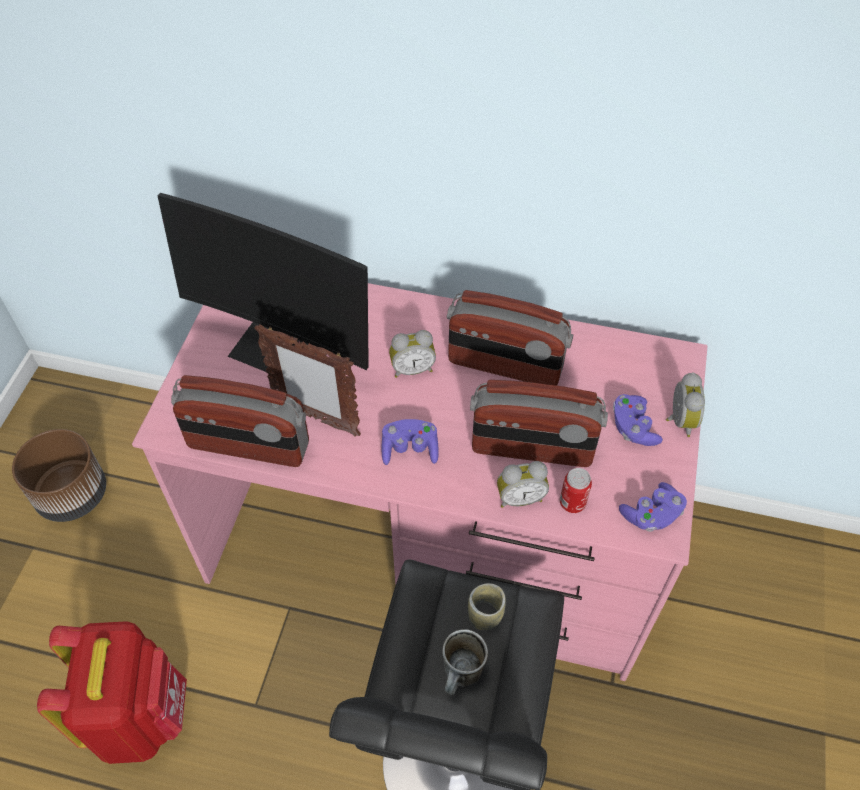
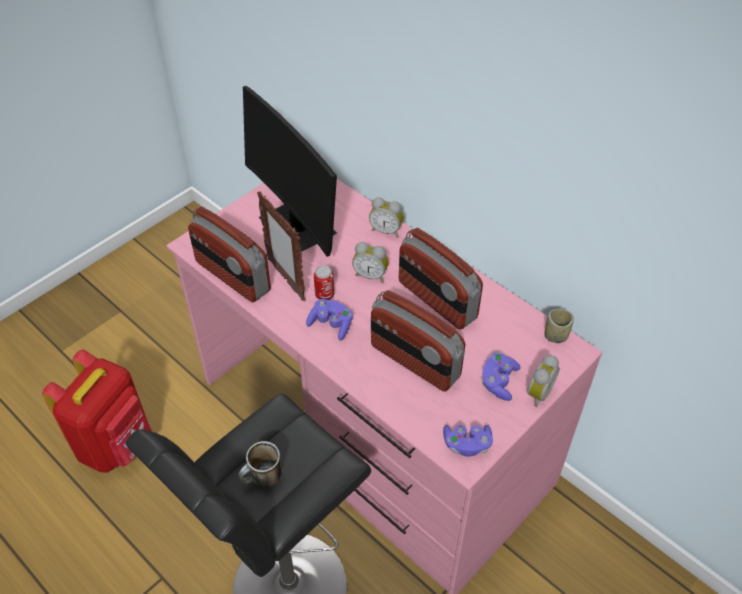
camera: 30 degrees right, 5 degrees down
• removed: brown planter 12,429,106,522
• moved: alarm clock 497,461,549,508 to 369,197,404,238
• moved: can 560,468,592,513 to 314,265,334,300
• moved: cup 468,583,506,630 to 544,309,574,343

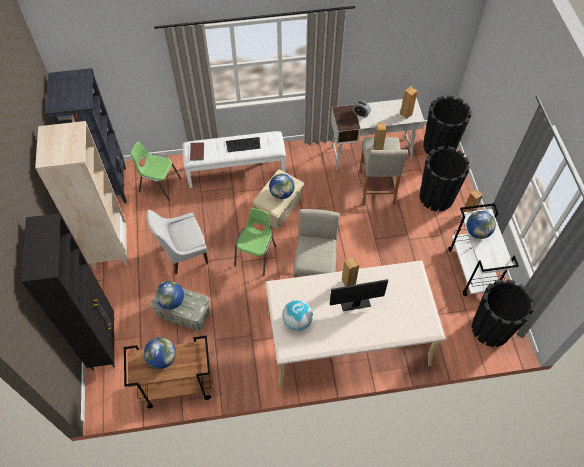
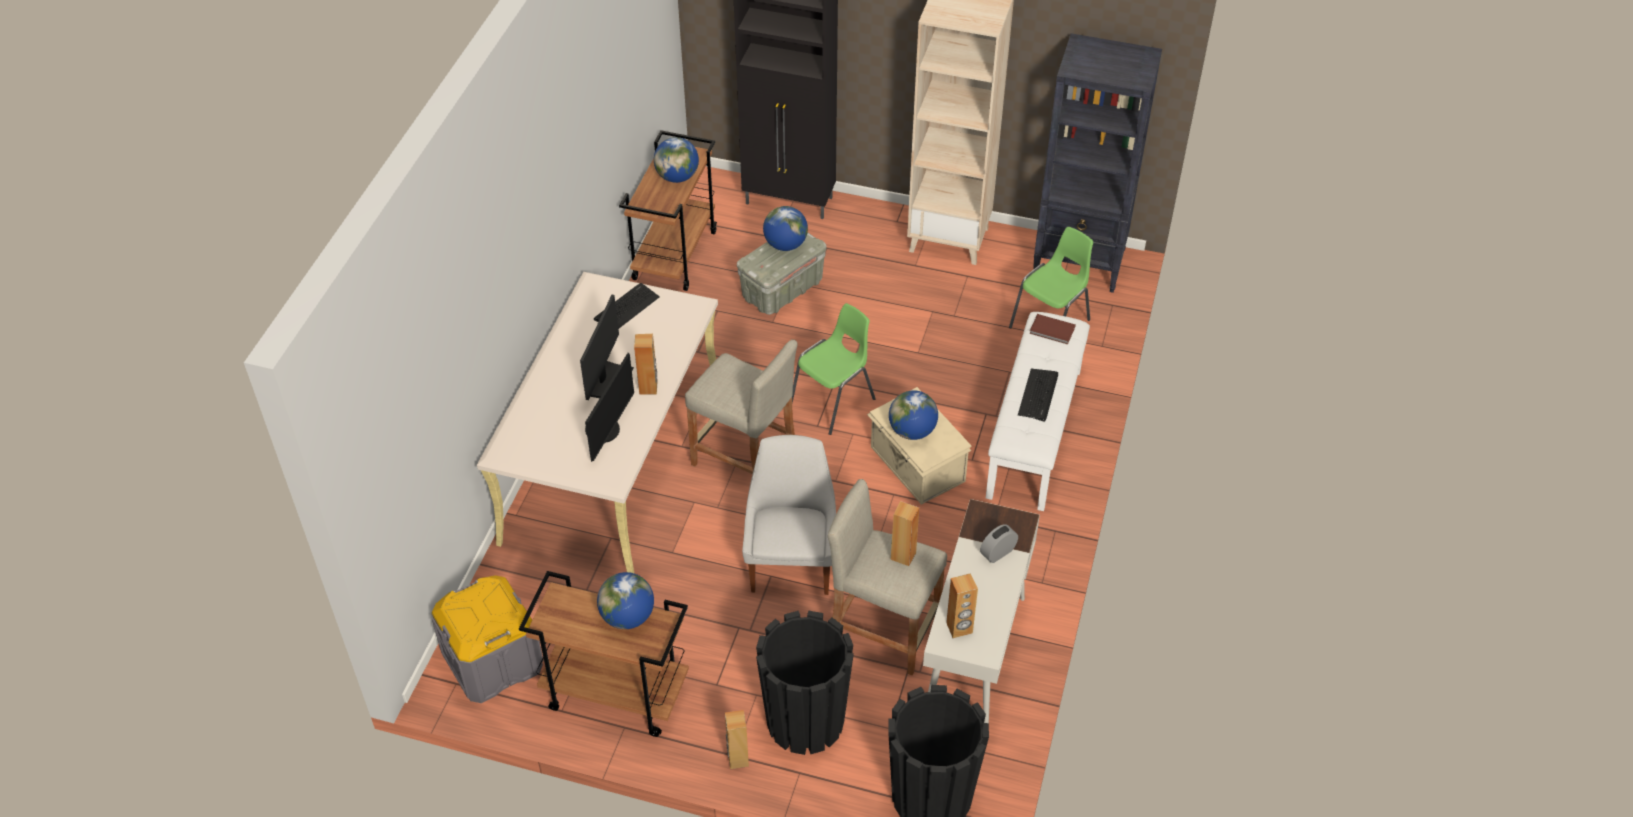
camera: 115 degrees right, 10 degrees down
• recoloured: white cart 448,203,519,296 to brown cart 519,571,689,737
• turned: green chair 234,208,276,276 = 792,303,876,435 90 degrees counterclockwise
• moved: white chair 146,210,208,275 to 742,435,836,595
• replaced: black planter 472,279,534,347 to grey storage box 432,575,543,703
• replaced: globe 282,300,313,331 to keyboard 593,283,660,329
• added: monitor 585,353,634,462

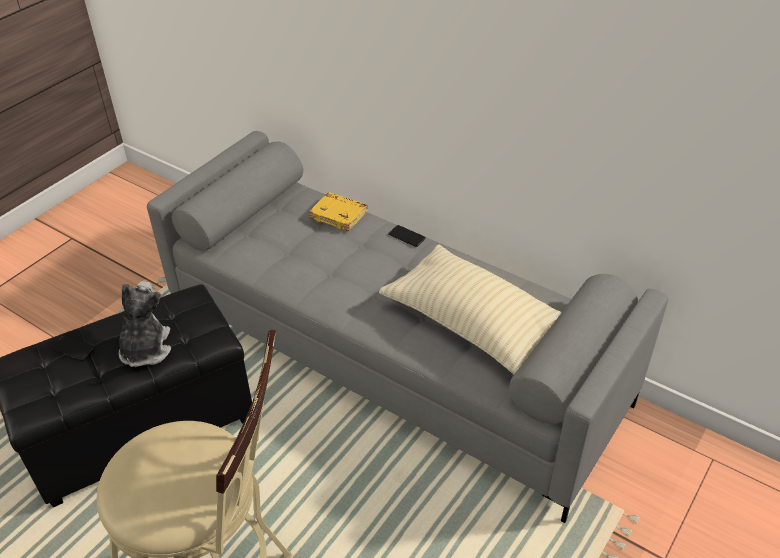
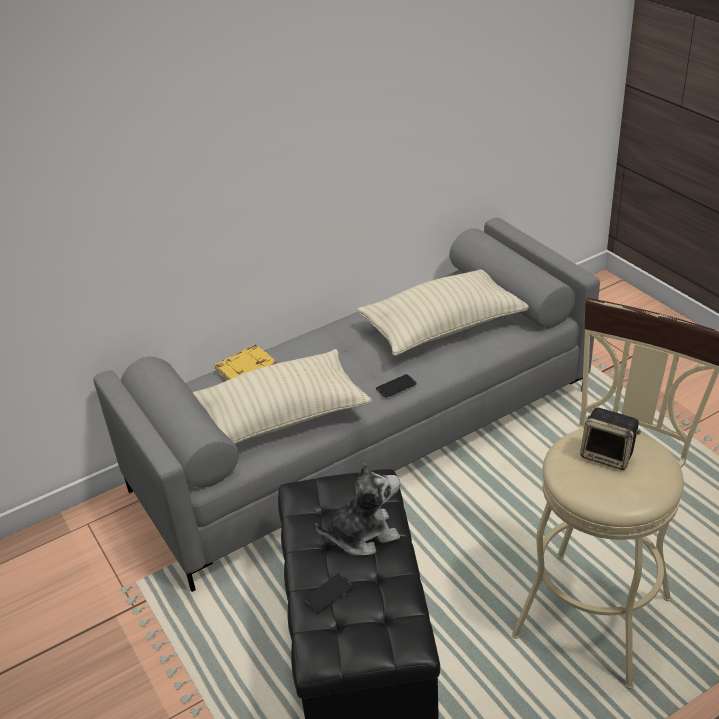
camera: 65 degrees left, 5 degrees down
• moved: phone 388,225,426,247 to 376,374,417,398
• turned: plush toy 119,281,171,367 = 315,462,400,556 135 degrees clockwise
• added: beige pillow 193,349,372,444
• added: speaker 580,407,641,470

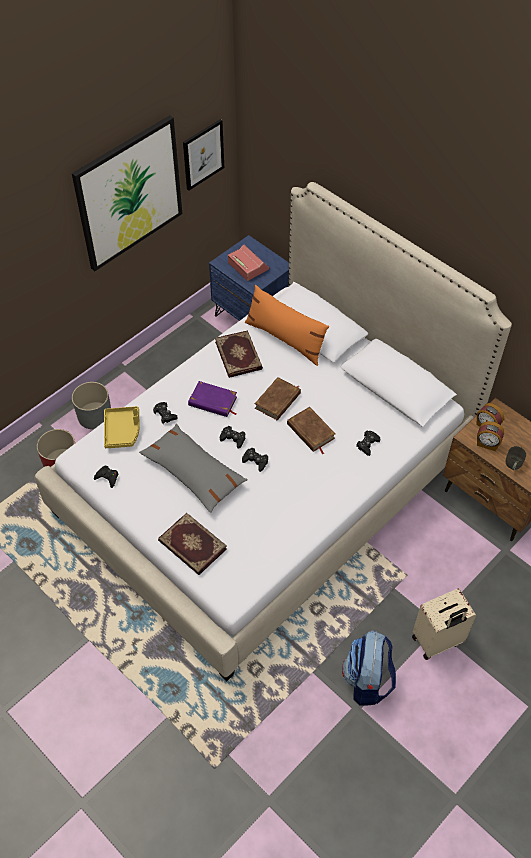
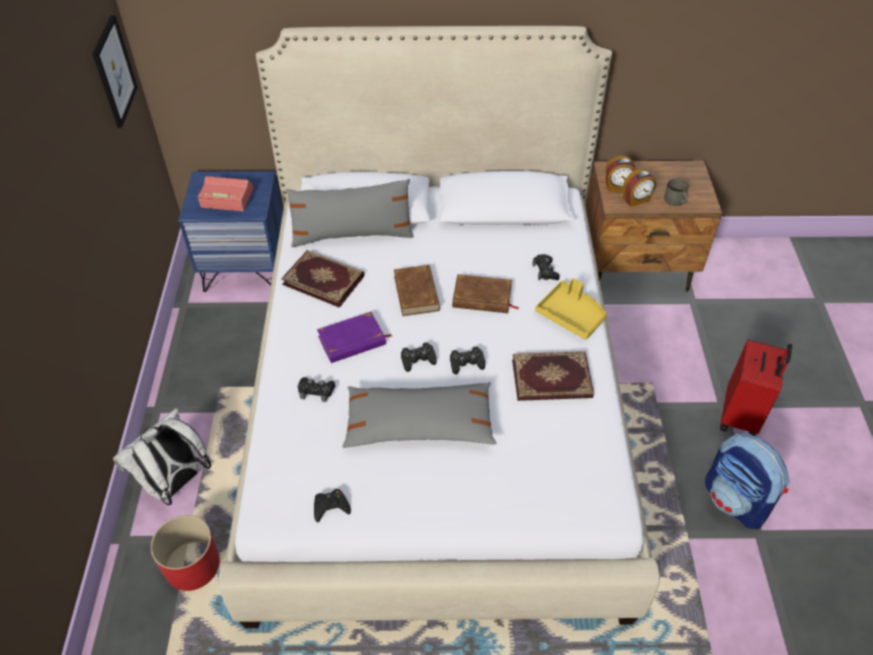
camera: 45 degrees left, 5 degrees down
• removed: picture 72,115,182,271
• recoloured: orange pillow 245,285,329,366 to grey pillow 286,179,414,247
• replaced: grey planter 72,382,111,429 to white backpack 113,408,211,505
• moved: yellow tray 104,406,140,448 to 535,278,607,340
• moved: book 158,513,227,575 to 512,351,594,401
• recoloured: beige suitcase 412,588,476,660 to red suitcase 720,340,792,436

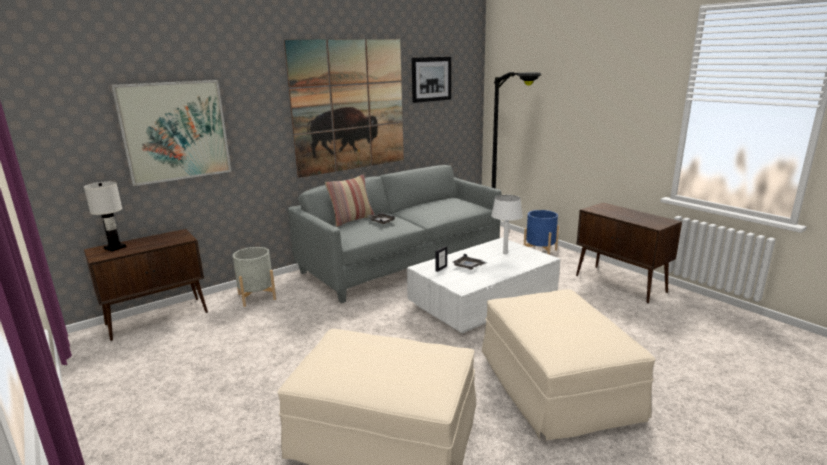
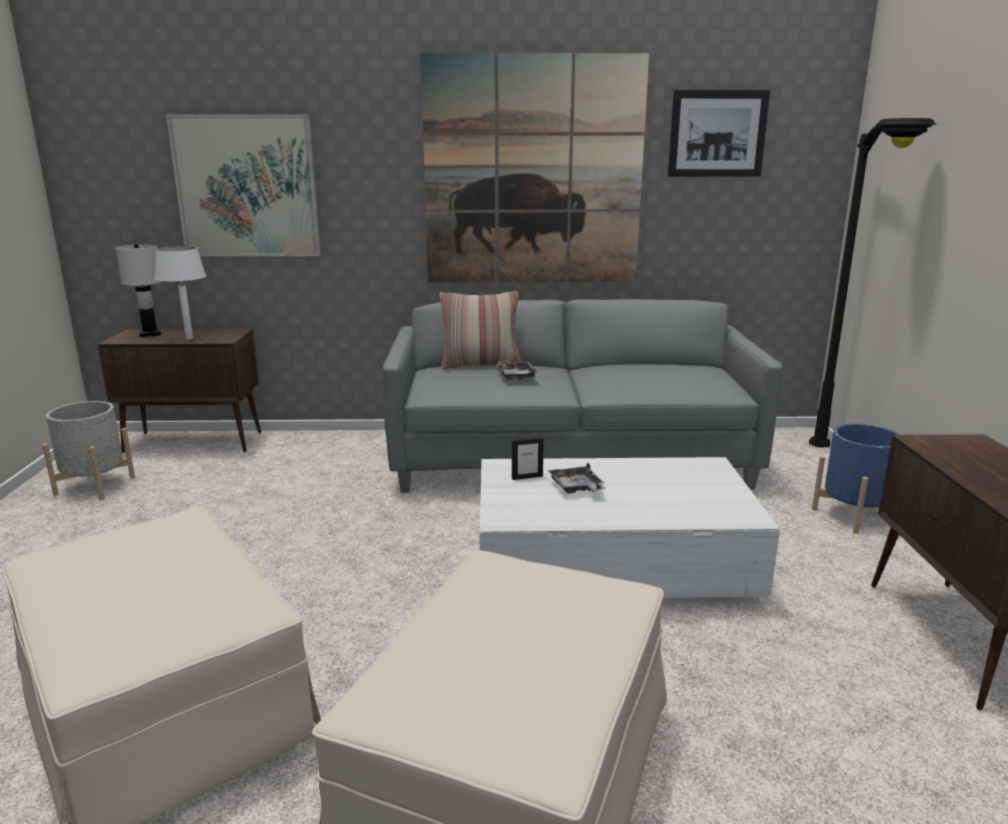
camera: 35 degrees right, 0 degrees up
• moved: white table lamp 491,195,523,254 to 155,246,206,340
• moved: grey planter 233,247,276,307 to 42,401,135,499

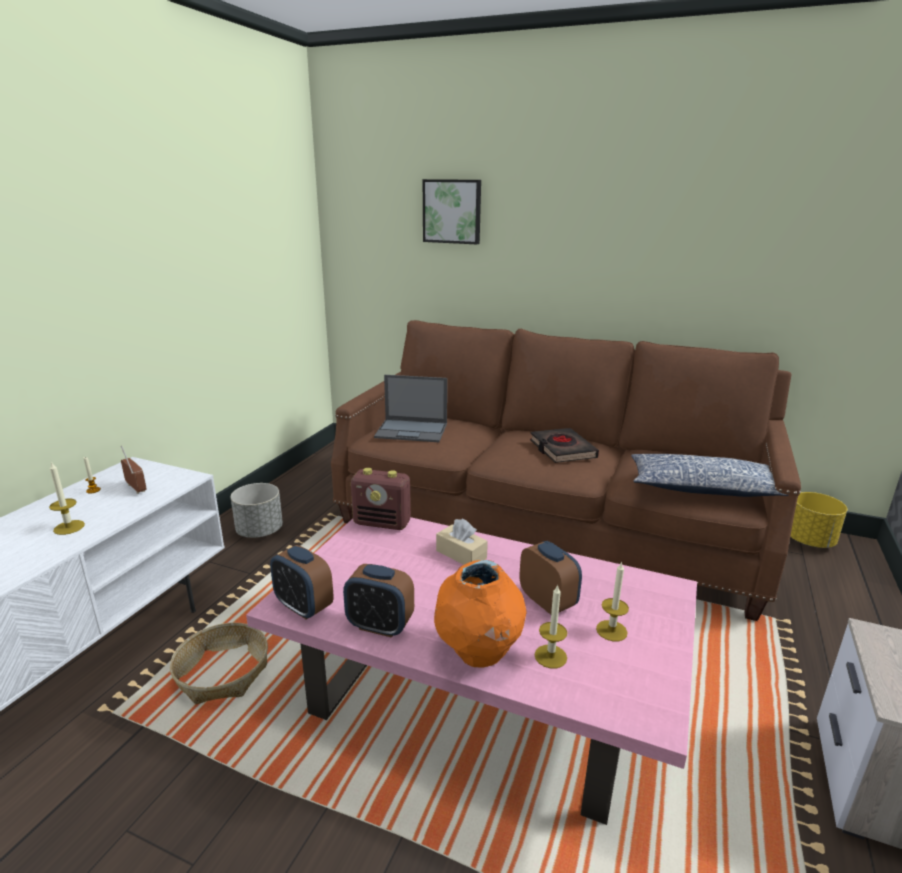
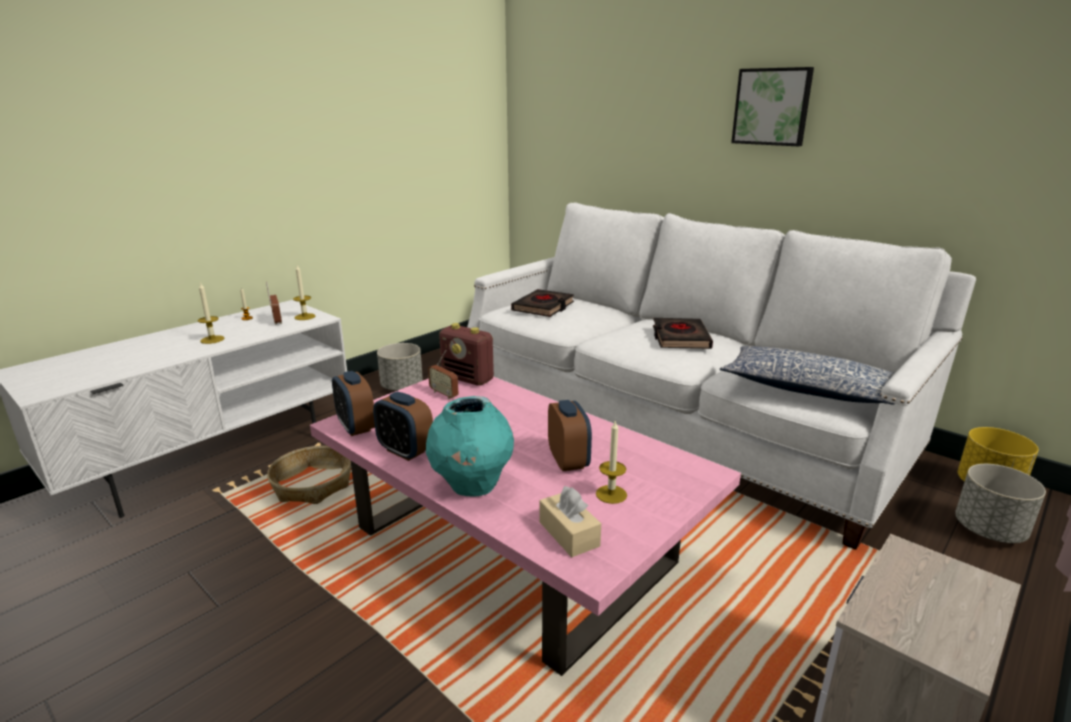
camera: 20 degrees right, 0 degrees up
• moved: picture 423,179,481,244 to 731,67,814,146
• recoloured: brown sofa 331,320,801,621 to white sofa 467,202,976,550
• replaced: laptop 374,375,447,442 to black book 511,289,574,317
• moved: beige tissue box 436,519,488,565 to 540,486,601,557
• recoloured: orange vase 434,560,527,668 to turquoise vase 426,396,514,497
• moved: candle 535,584,567,668 to 293,265,315,320
• added: radio 428,350,459,400
• added: grey planter 955,464,1046,543

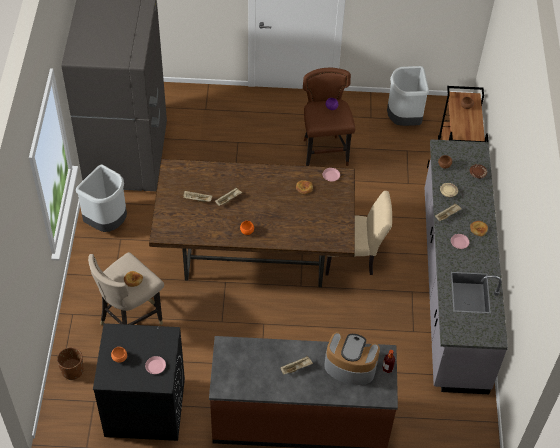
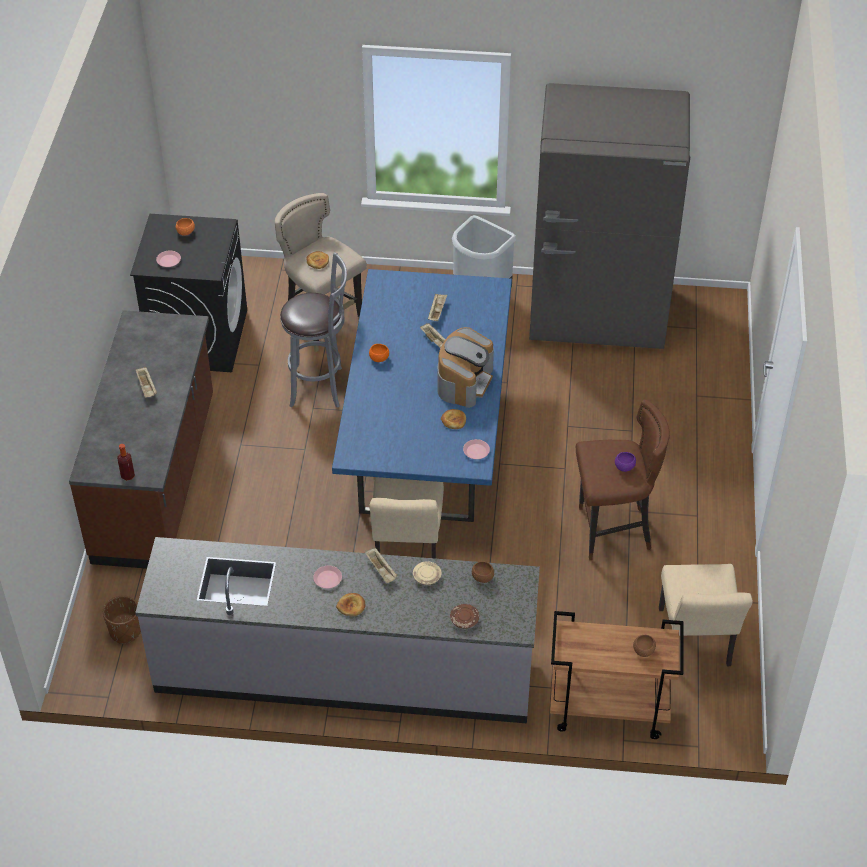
camera: 95 degrees right, 5 degrees down
• replaced: grey trash can 387,66,429,126 to beige chair 659,564,753,667
• recoloured: brown dining table 149,159,355,287 to blue dining table 332,269,512,522
• moved: coffee machine 324,332,380,385 to 437,327,494,408
• moved: brown planter 57,347,84,380 to 103,595,141,644
• added: grey stool 280,252,347,408

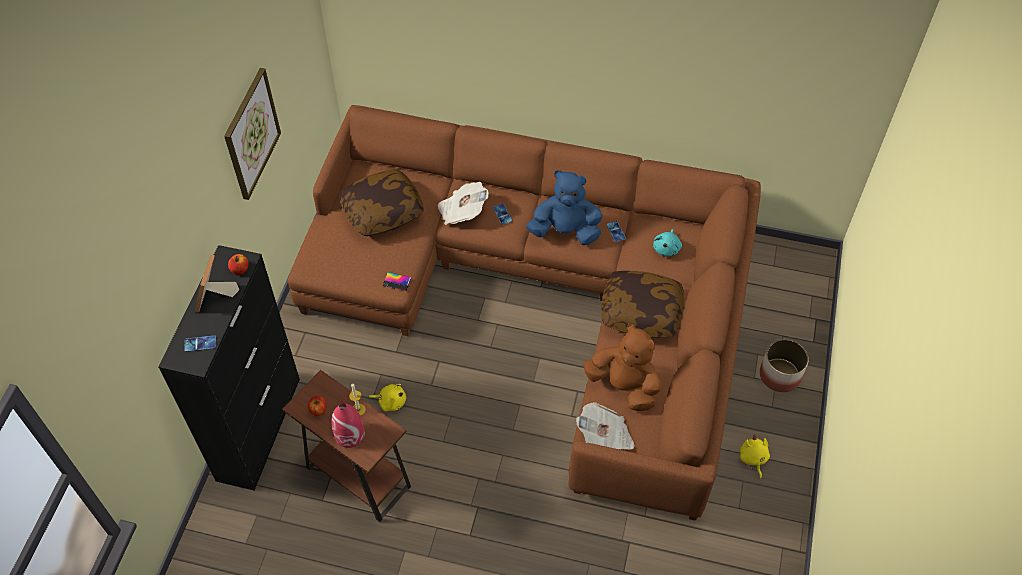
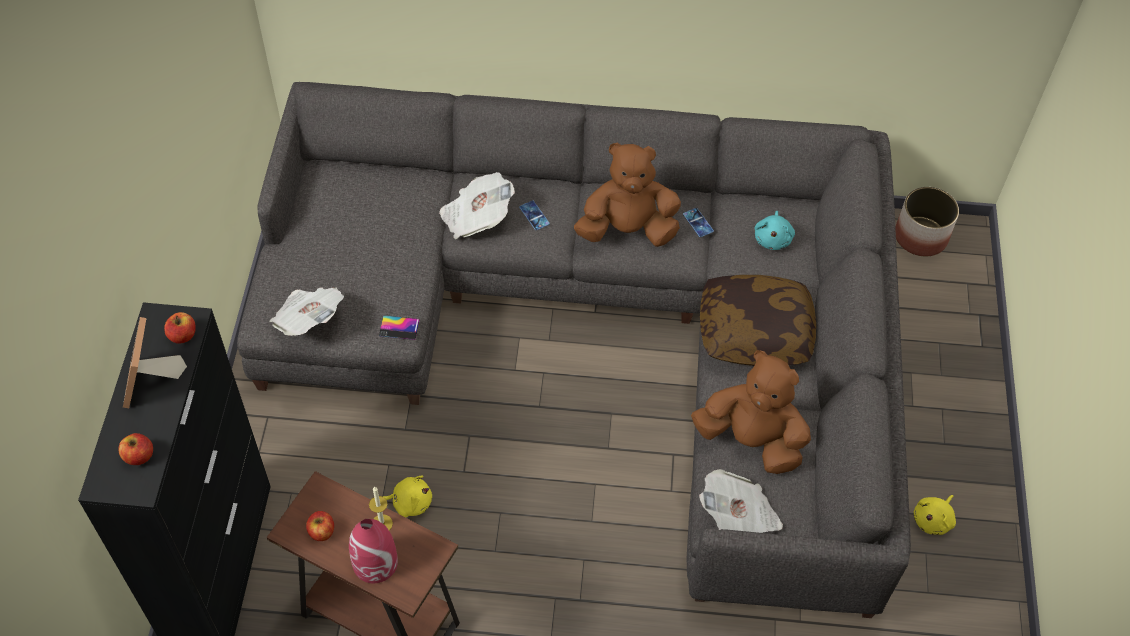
camera: 10 degrees left, 0 degrees up
• removed: picture 224,68,281,200
• recoloured: brown sofa 288,105,761,521 to grey sofa 237,82,911,618
• removed: pillow 339,169,424,236
• recoloured: blue plush toy 526,170,603,245 to brown plush toy 574,142,681,247
• replaced: phone 184,335,216,352 to apple 119,433,153,465
• moved: planter 760,339,809,392 to 895,187,959,256
• turned: yellow plush toy 740,434,770,479 = 914,495,956,535 120 degrees counterclockwise
• added: newspaper 269,287,344,336

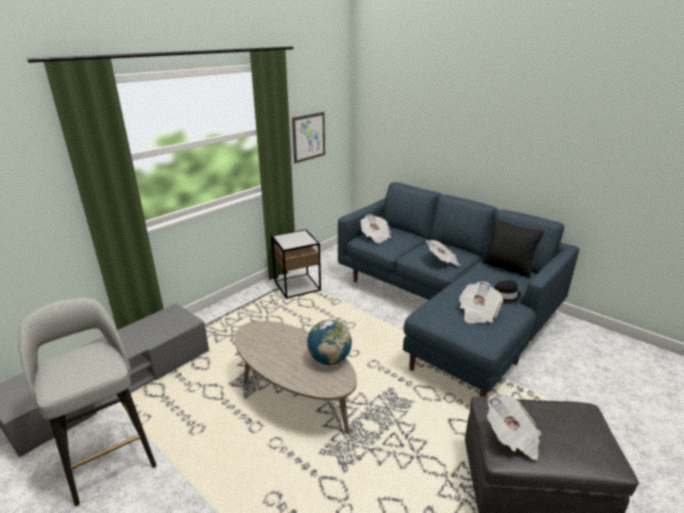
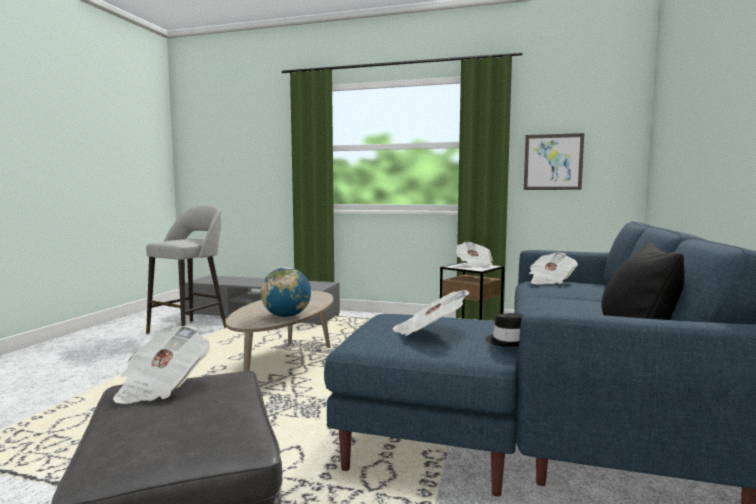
camera: 65 degrees right, 20 degrees down
• moved: newspaper 426,240,460,266 to 456,242,493,268

